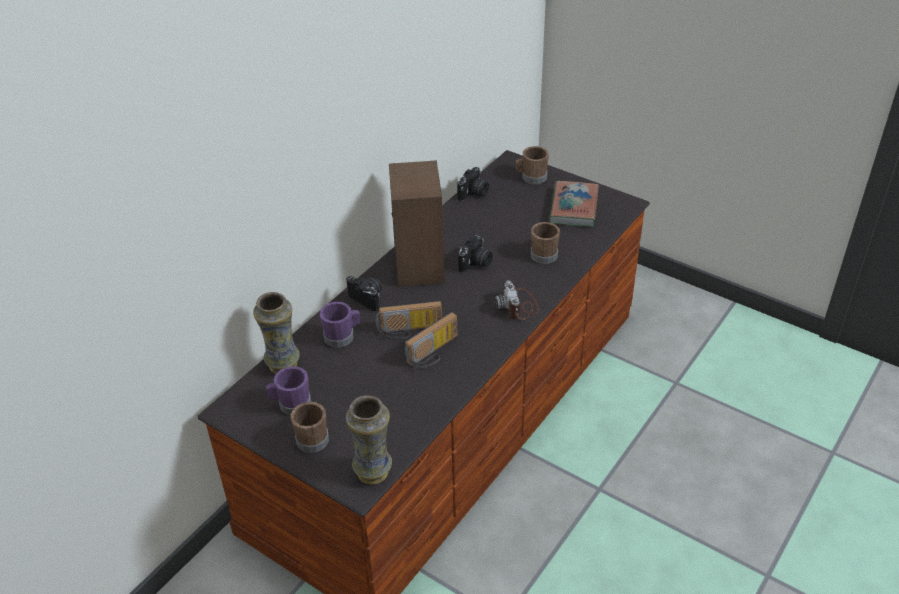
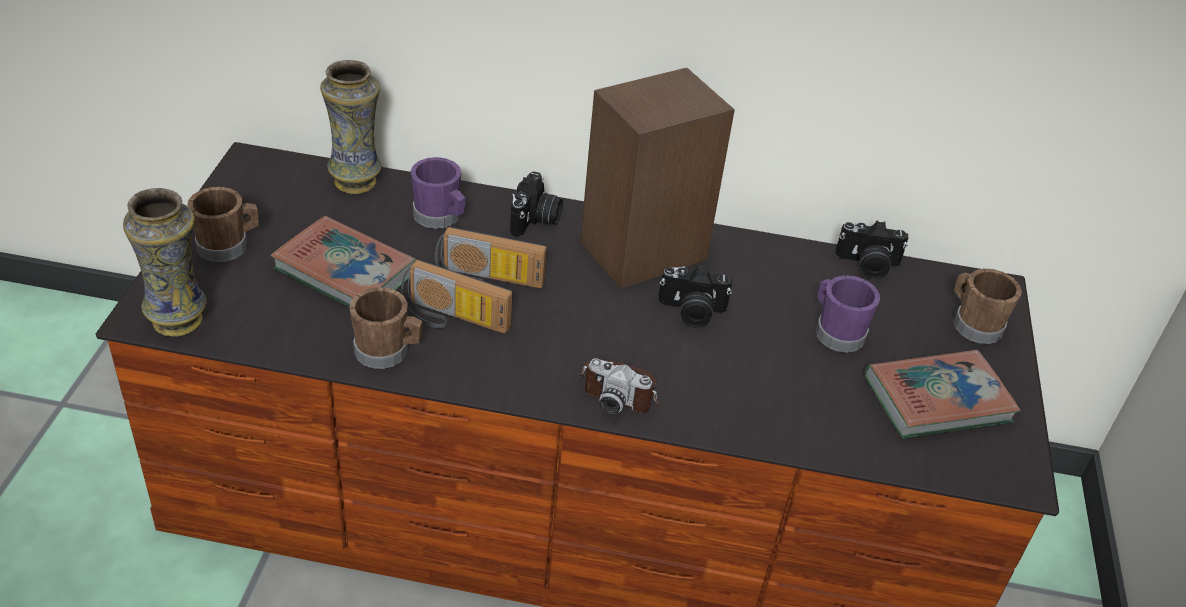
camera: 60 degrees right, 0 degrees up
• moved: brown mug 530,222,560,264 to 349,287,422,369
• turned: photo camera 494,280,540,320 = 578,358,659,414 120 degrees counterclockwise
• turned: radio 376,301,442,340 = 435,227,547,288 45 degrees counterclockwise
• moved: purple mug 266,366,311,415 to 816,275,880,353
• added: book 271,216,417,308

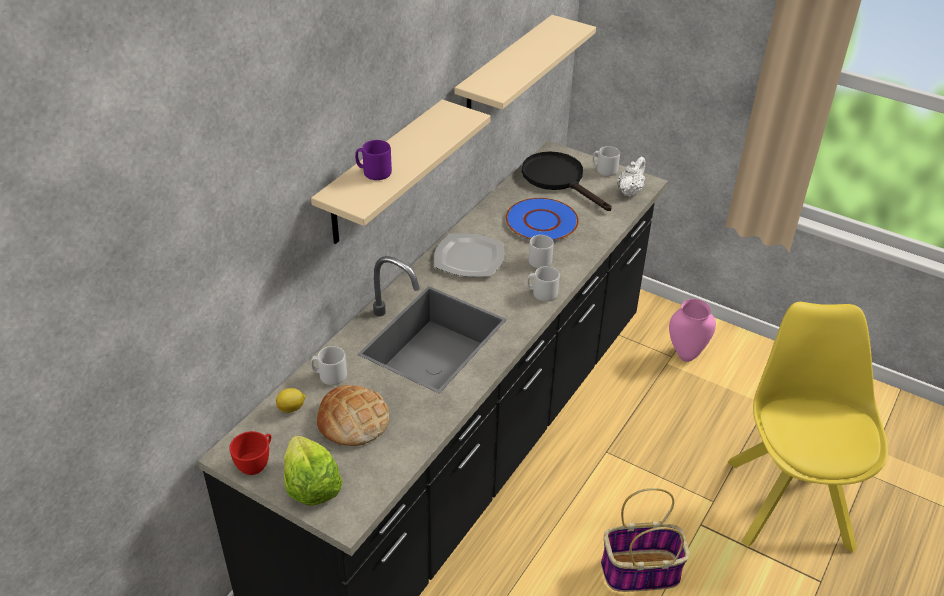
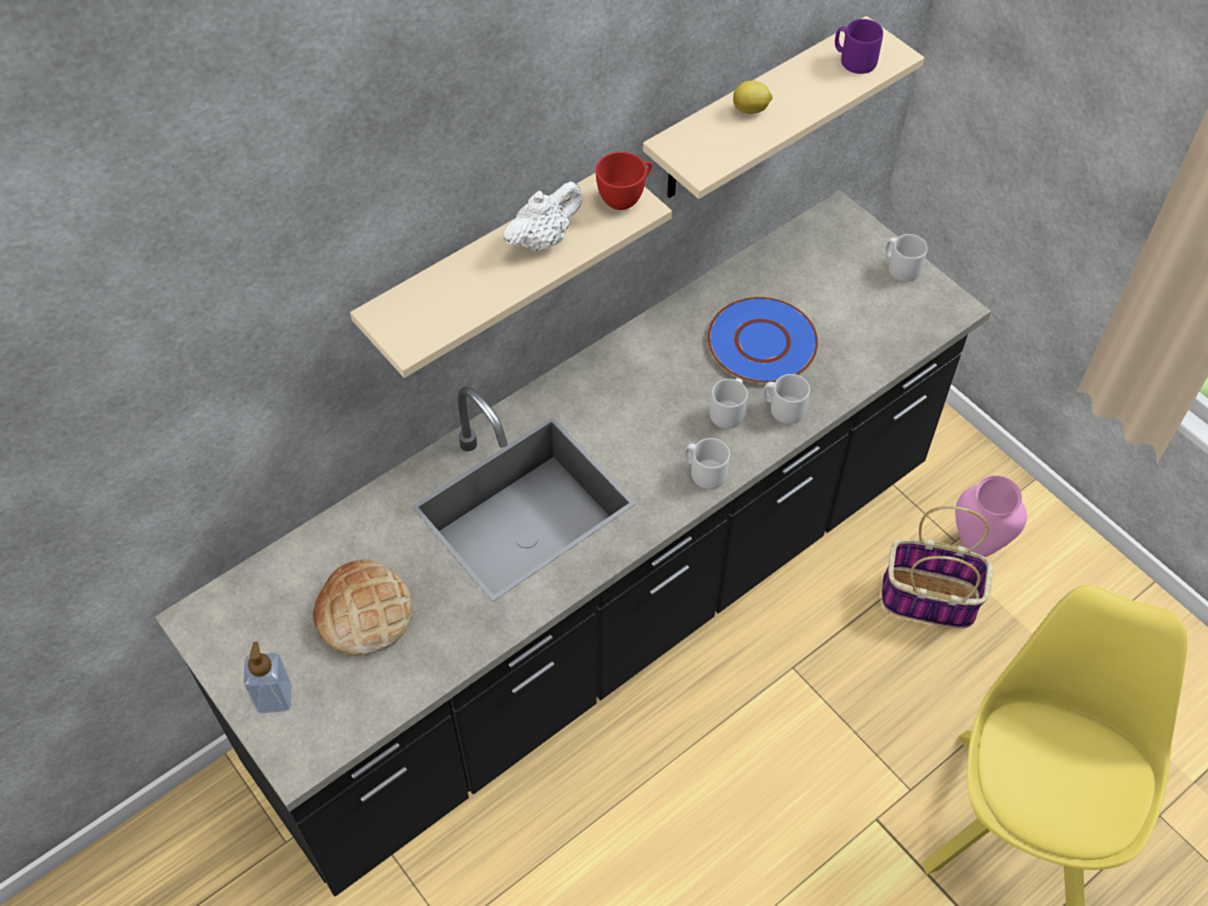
camera: 20 degrees right, 15 degrees up
• moved: purple mug 355,140,392,180 to 835,19,883,74
• removed: black frying pan 522,151,612,211
• moved: white teapot 617,157,645,197 to 504,181,582,252
• removed: plate 434,233,504,277
• moved: grey mug 311,346,347,385 to 763,374,810,424
• moved: lemon 276,388,306,413 to 733,81,773,114
• moved: red cup 229,431,271,475 to 596,152,652,210
• replaced: lettuce 284,435,343,506 to soap dispenser 243,642,292,713
• moved: basket 601,488,690,592 to 882,506,993,629

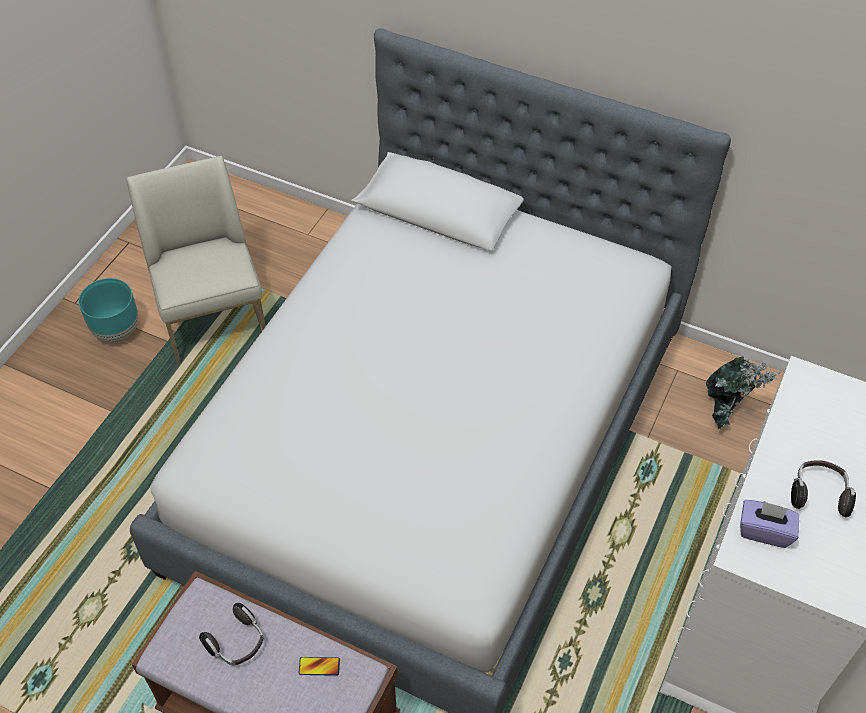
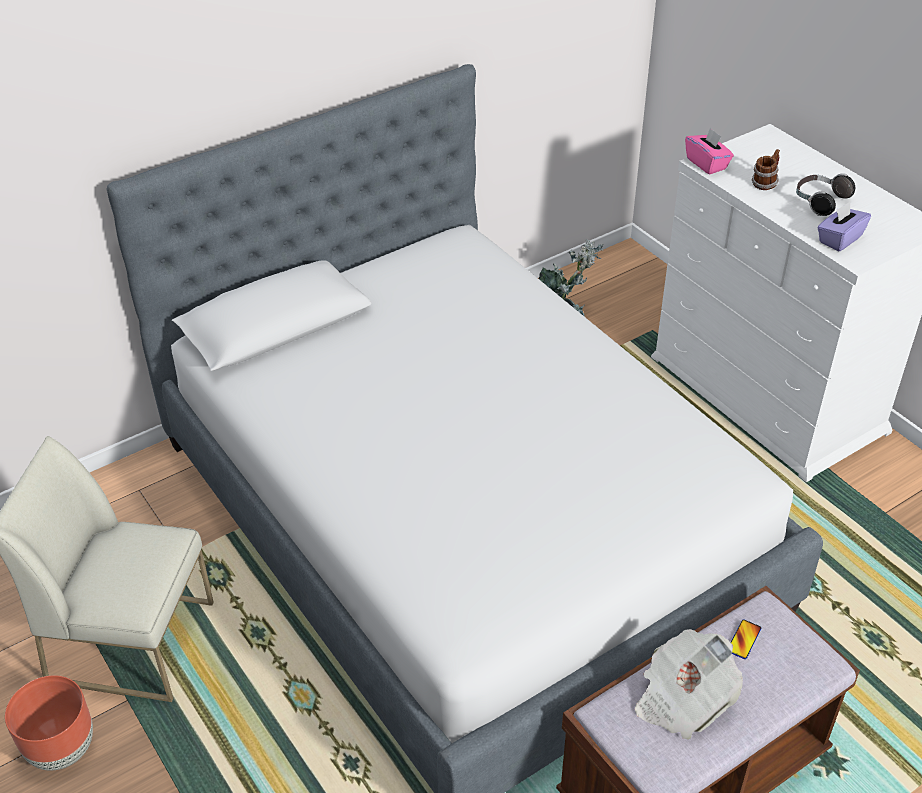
camera: 60 degrees left, 10 degrees down
• recoloured: turquoise planter 79,278,138,343 to brown planter 5,675,93,770
• replaced: headphones 199,603,263,665 to newspaper 635,629,743,740
• added: pink tissue box 685,128,734,174
• added: mug 751,149,780,190

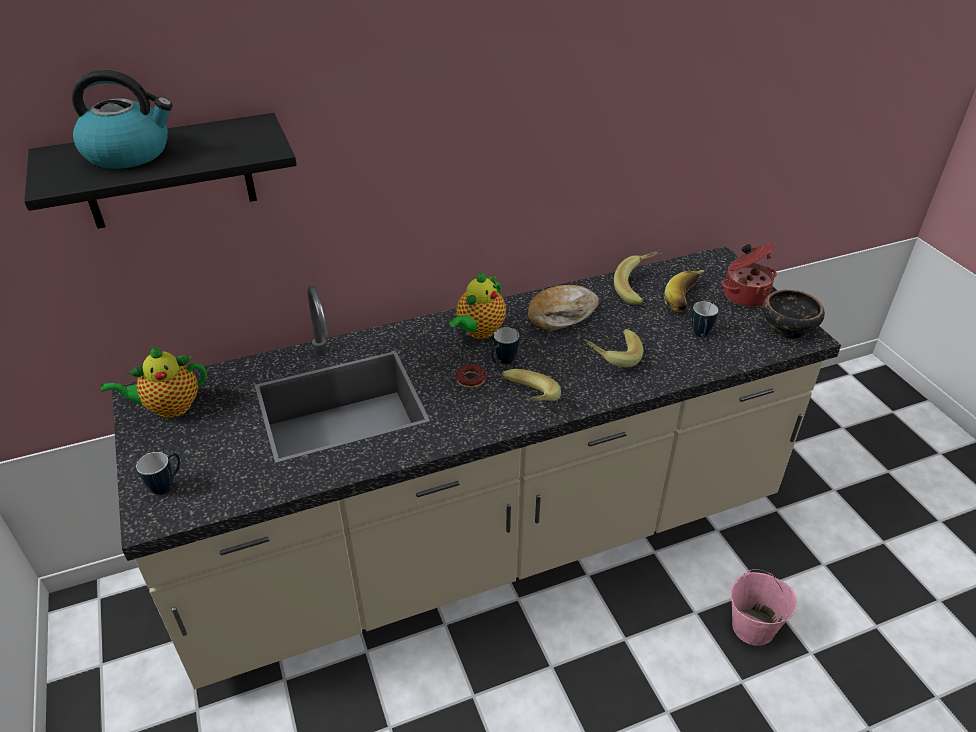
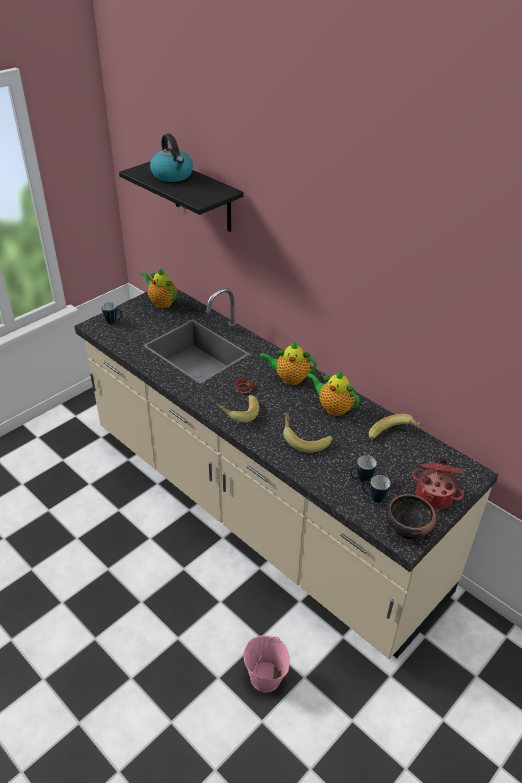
camera: 65 degrees right, 0 degrees up
• removed: banana 664,270,704,312
• replaced: bread 528,285,599,330 to teapot 306,371,360,416
• moved: mug 491,327,519,364 to 362,475,391,503

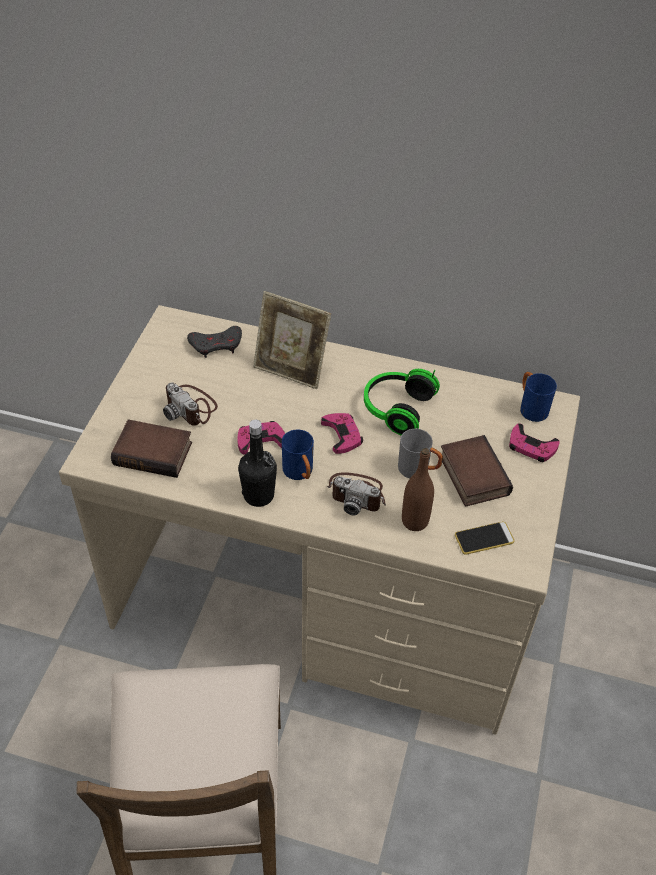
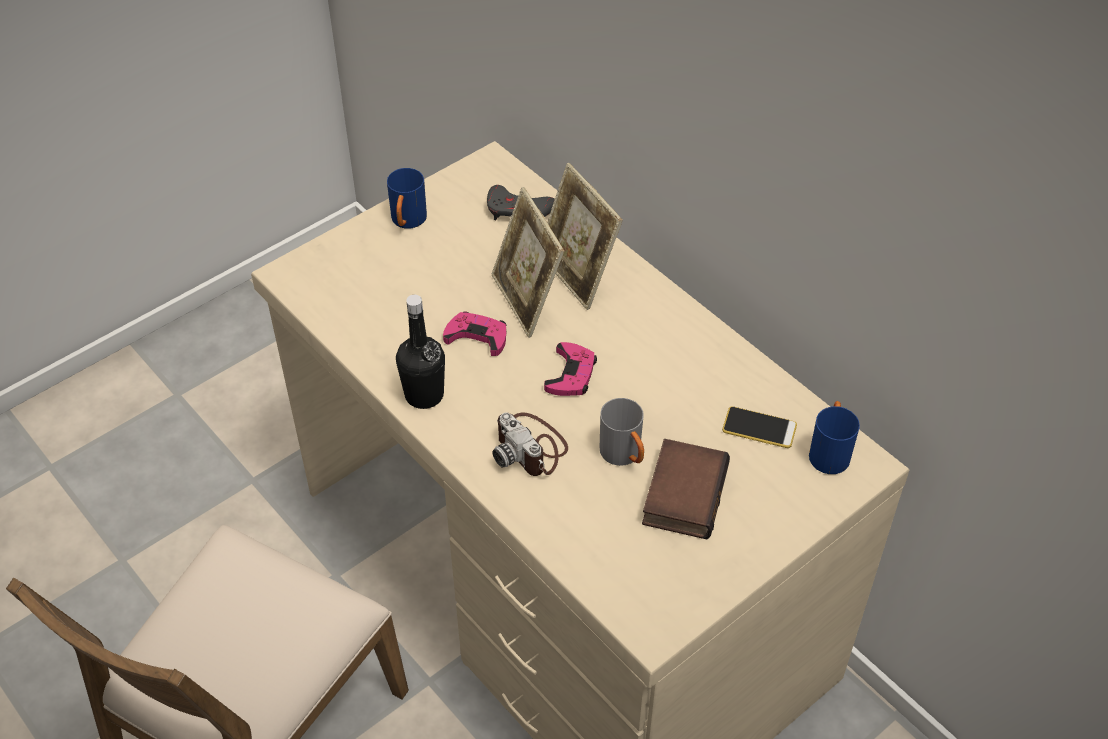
camera: 35 degrees right, 0 degrees up
• removed: headphones 364,369,440,436
• removed: photo camera 163,382,218,426
• removed: book 111,419,192,478
• removed: pink game controller 509,423,560,462
• moved: blue mug 282,430,314,480 to 387,168,427,229
• removed: brown bottle 402,448,434,531
• moved: phone 455,522,514,555 to 722,406,797,448
• added: picture frame 491,187,564,338

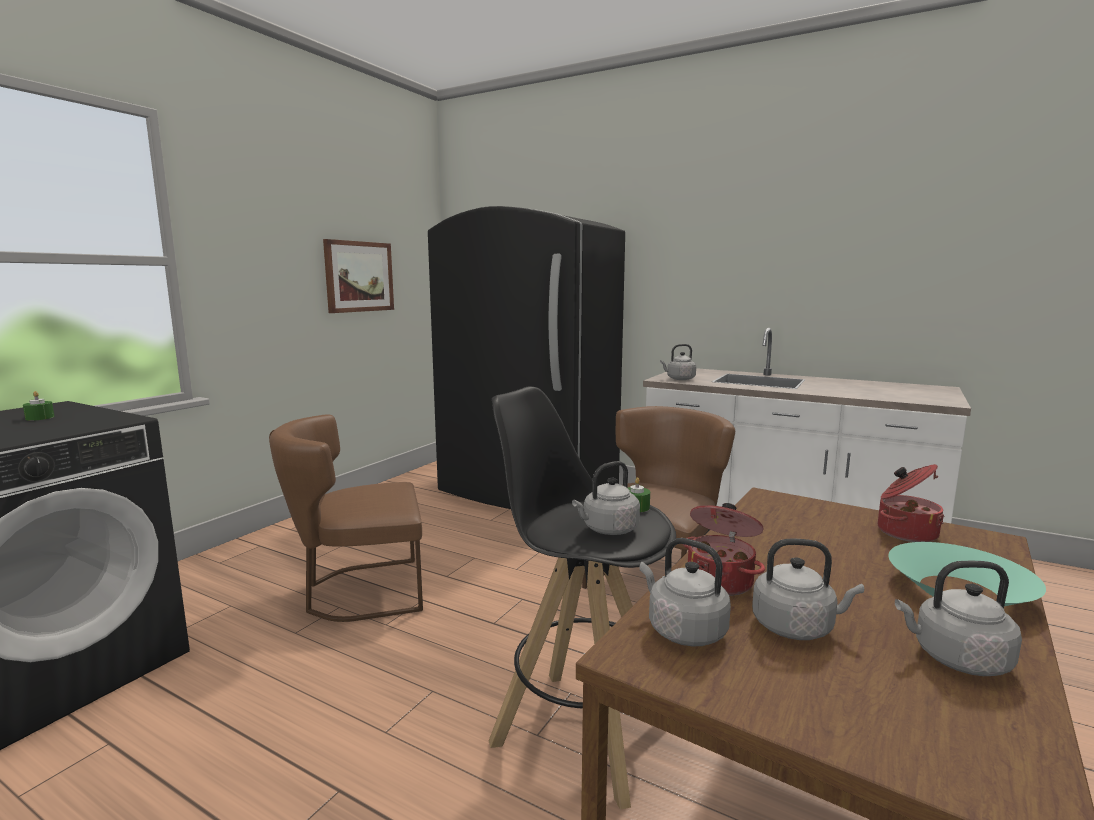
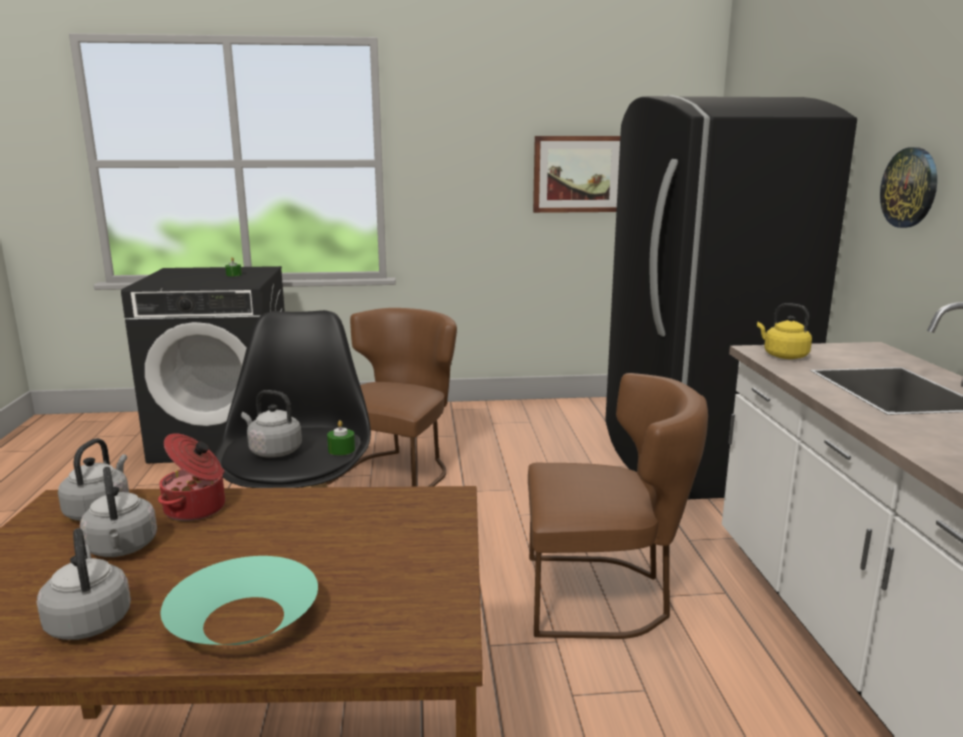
camera: 55 degrees right, 5 degrees up
• recoloured: grey kettle 660,344,696,380 to yellow kettle 757,303,812,359
• turned: brown chair 269,414,423,622 = 326,308,457,487 75 degrees clockwise
• removed: cooking pot 878,464,944,542
• added: wall clock 880,147,937,228

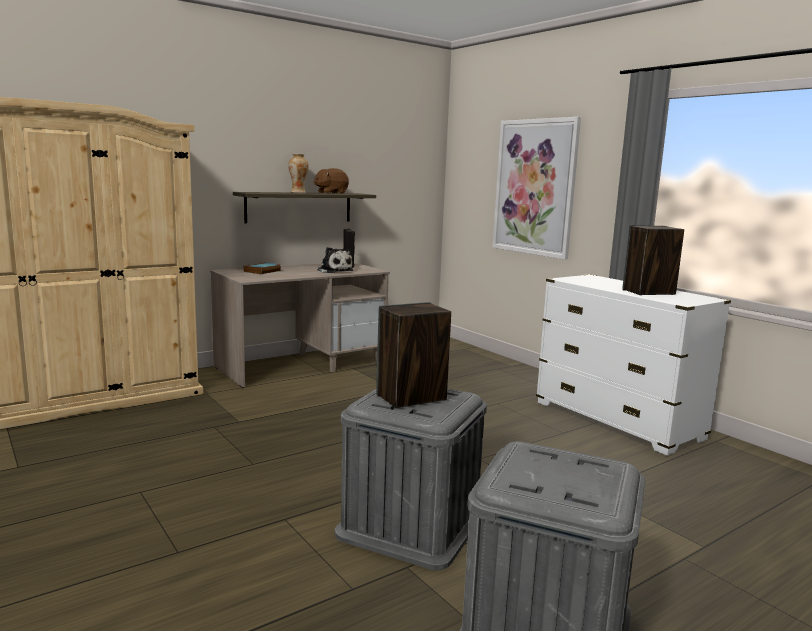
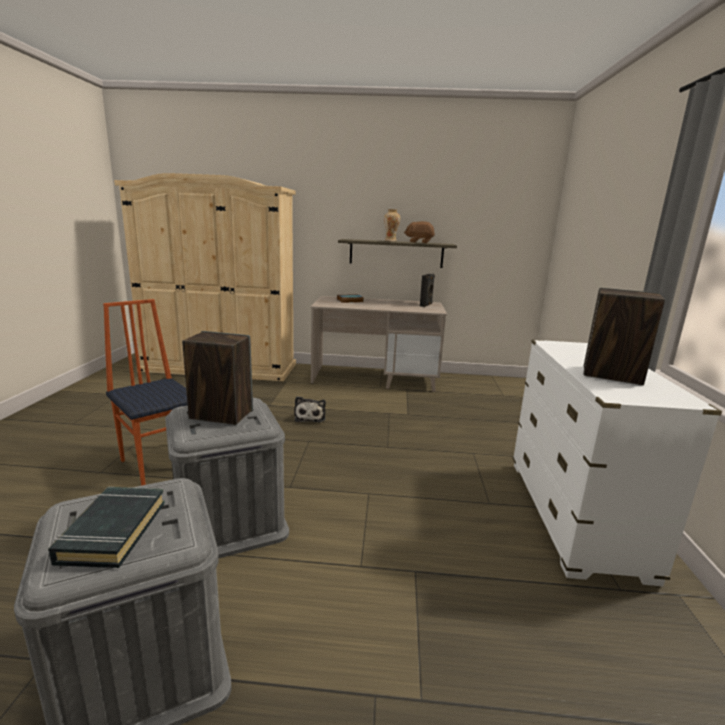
camera: 40 degrees right, 5 degrees up
• removed: picture 493,117,581,260
• moved: plush toy 318,247,353,273 to 294,396,326,422
• added: chair 103,299,188,486
• added: black book 48,487,165,568

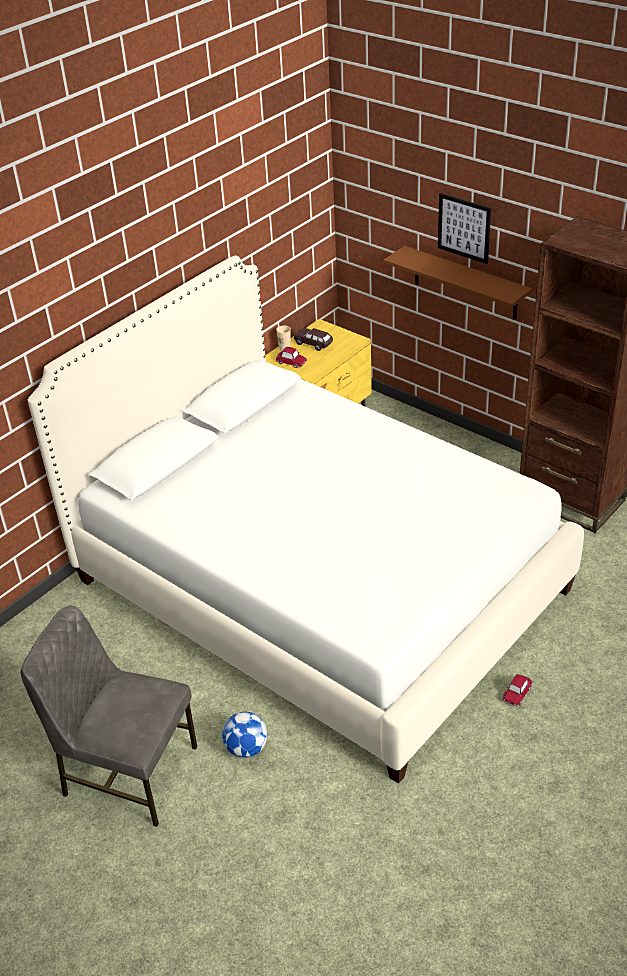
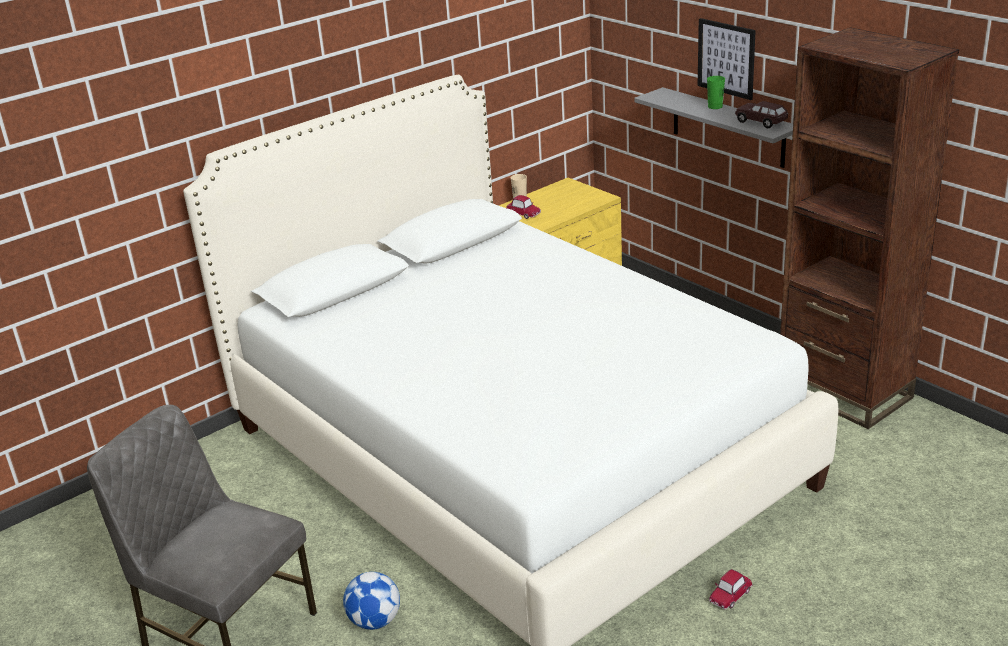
camera: 10 degrees right, 10 degrees down
• recoloured: brown shelf 384,246,532,320 to grey shelf 634,87,793,168
• moved: brown toy car 294,328,333,351 to 735,101,788,128
• added: green cup 707,76,725,109

